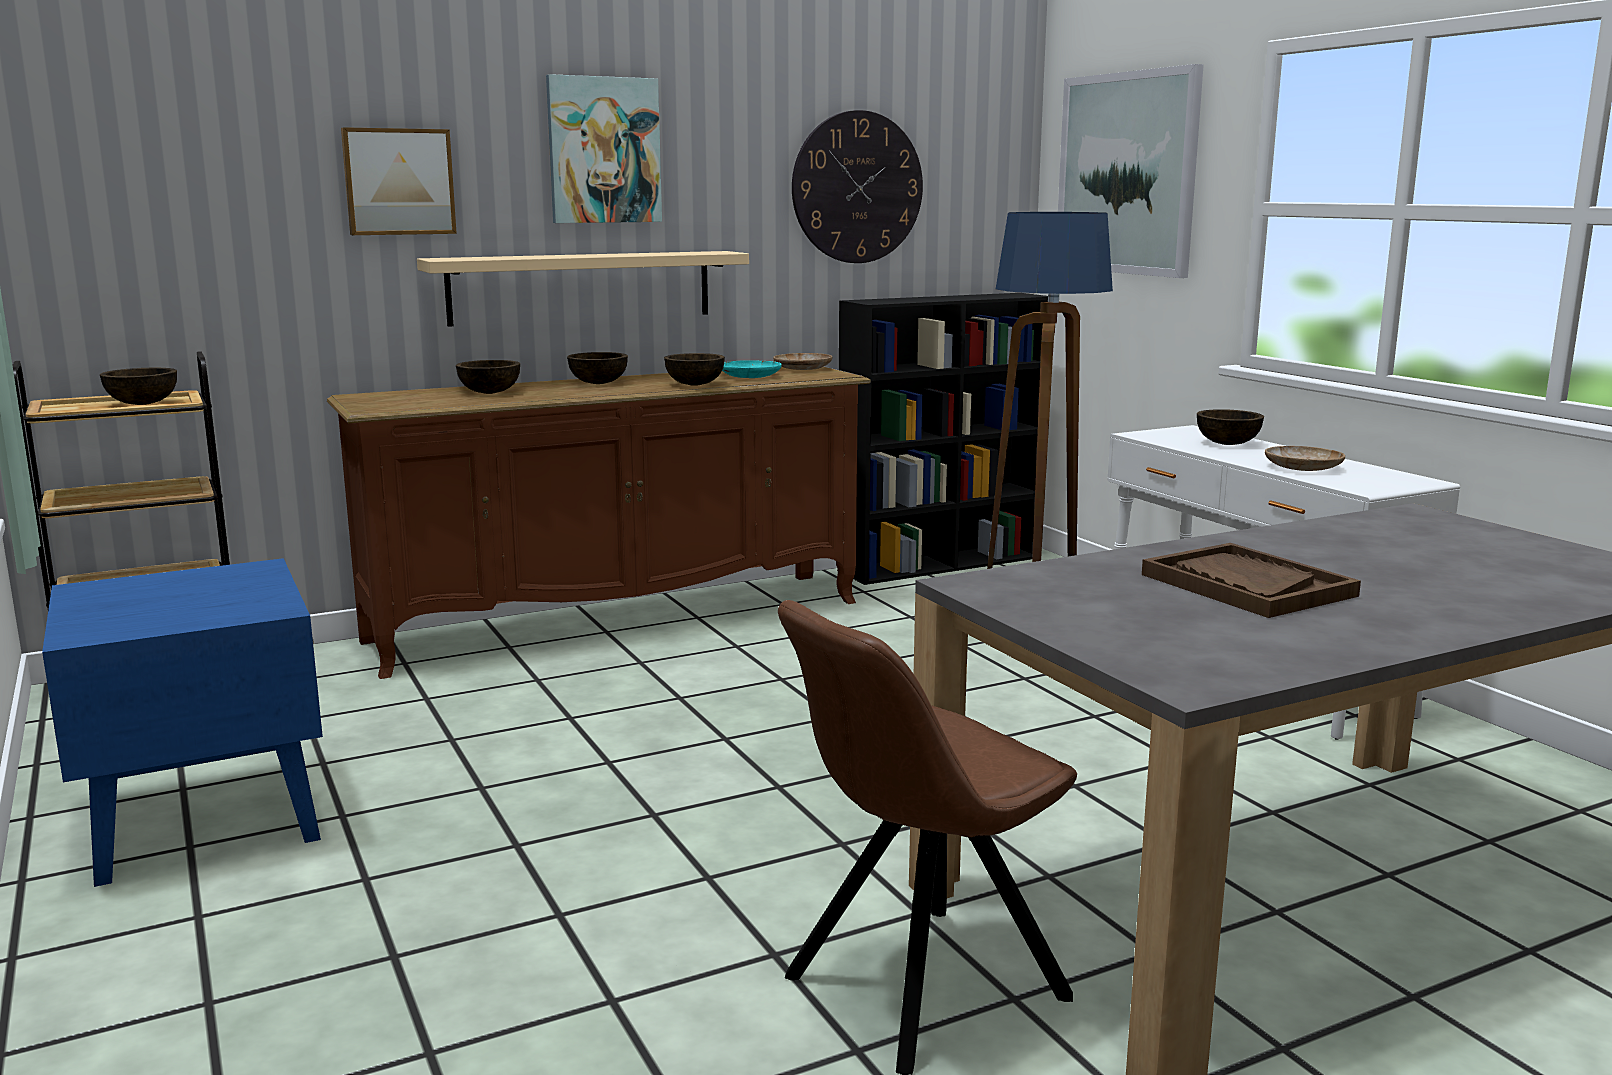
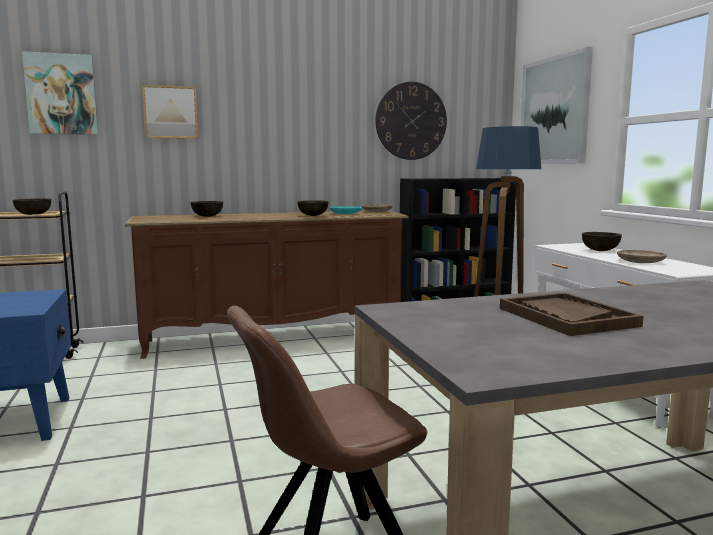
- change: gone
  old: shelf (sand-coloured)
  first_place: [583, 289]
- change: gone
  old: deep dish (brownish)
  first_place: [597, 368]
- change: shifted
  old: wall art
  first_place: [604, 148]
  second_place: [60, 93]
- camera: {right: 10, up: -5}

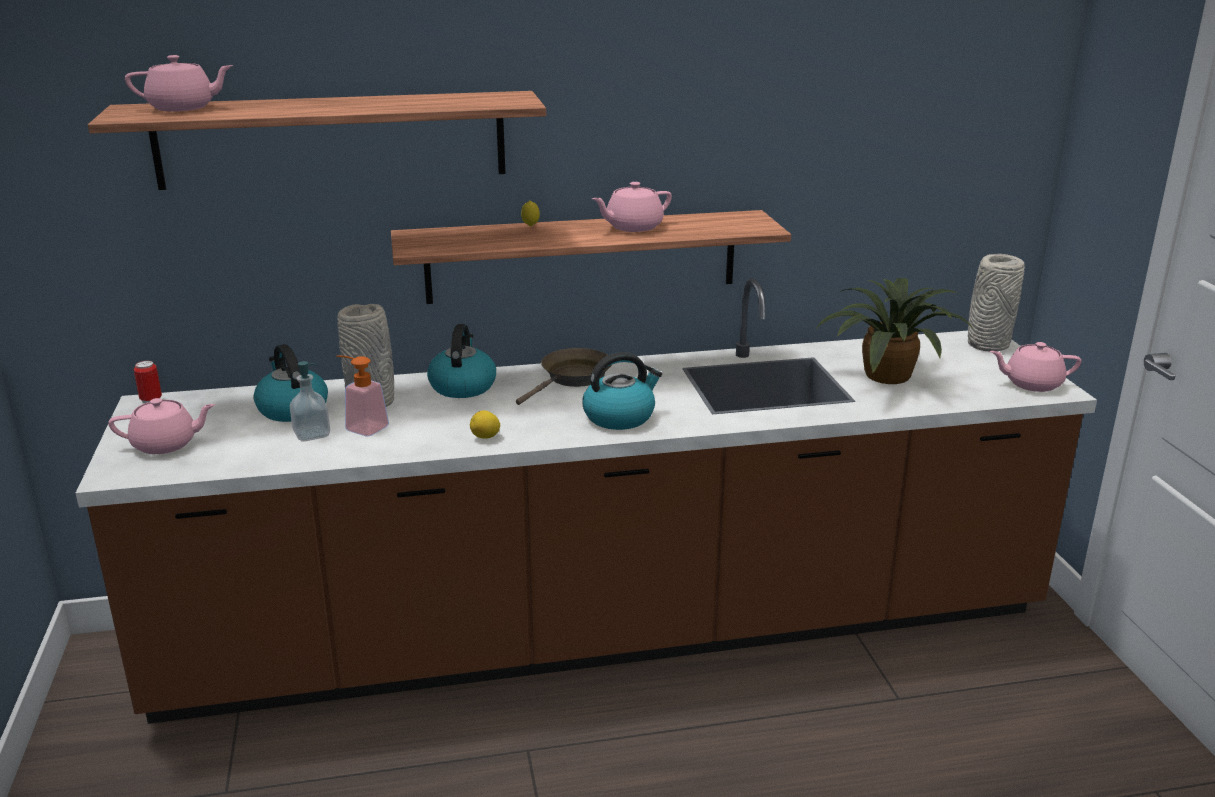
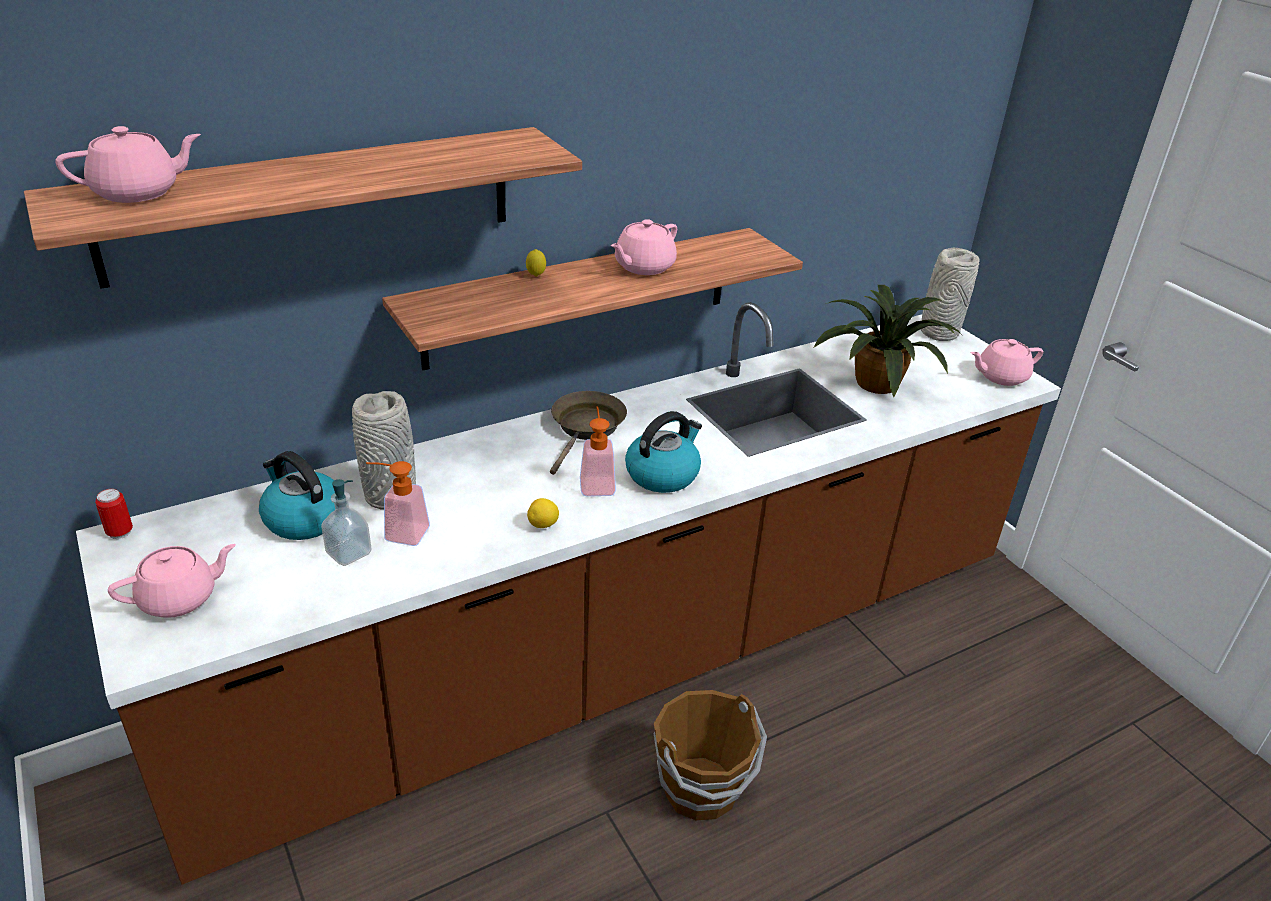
- change: gone
  old: kettle
  first_place: [461, 361]
- change: new
  new: liquid soap bottle
  second_place: [598, 451]
- change: new
  new: water bucket (brownish)
  second_place: [710, 755]
- camera: {right: -20, up: 10}

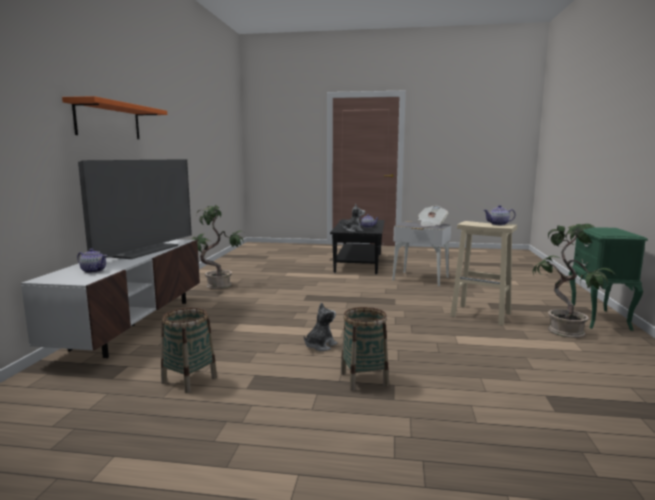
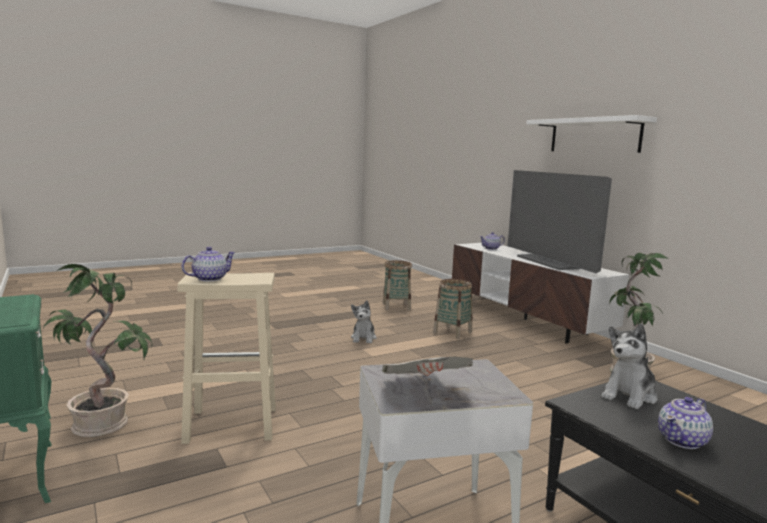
- change: shifted
  old: storage basket
  first_place: [365, 349]
  second_place: [452, 309]
- change: repainted
  old: shelf (orange)
  new: shelf (whitish)
  first_place: [114, 117]
  second_place: [591, 134]
- camera: {right: 140, up: 0}

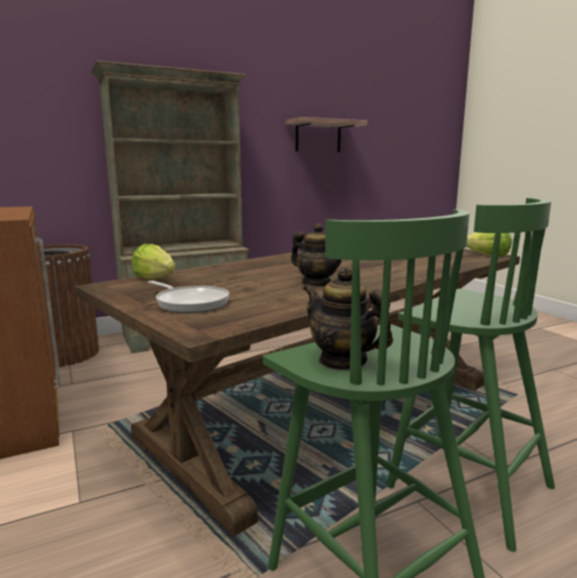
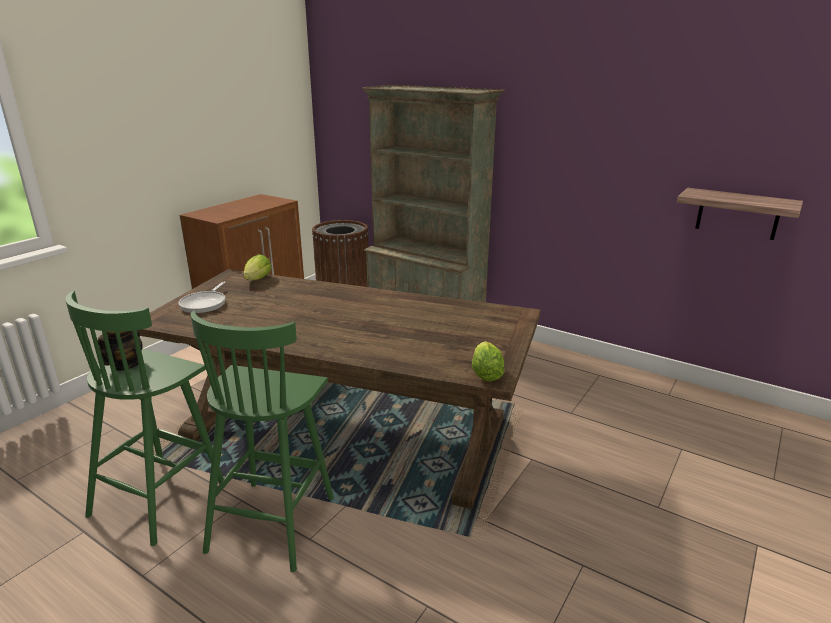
- change: gone
  old: pot for tea
  first_place: [316, 254]
- change: shifted
  old: shelf
  first_place: [326, 134]
  second_place: [740, 214]
- camera: {right: 60, up: 10}

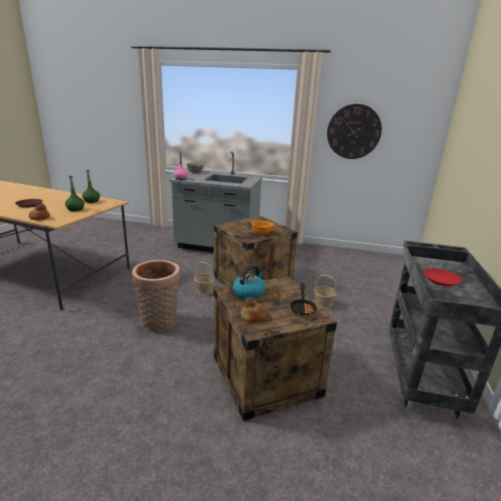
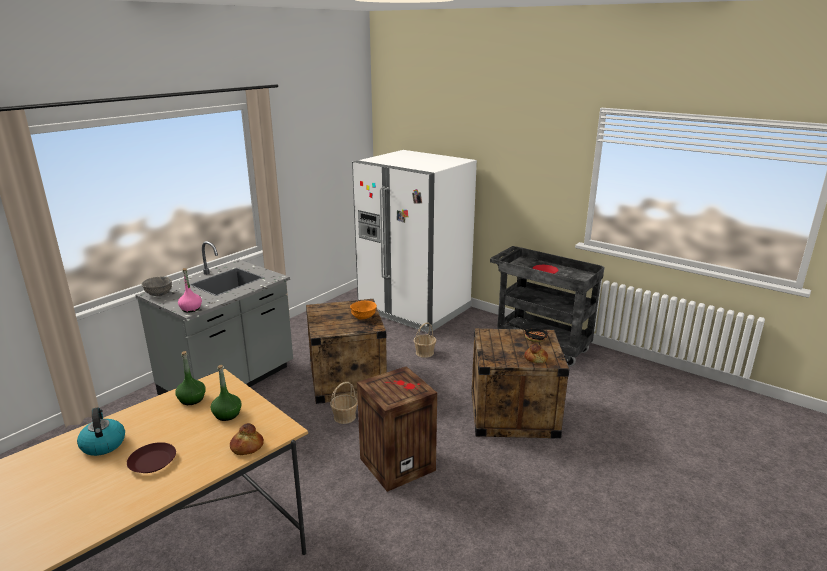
- change: gone
  old: wall clock
  first_place: [354, 131]
- change: new
  new: kitchen fridge (whitish)
  second_place: [414, 241]
- change: shifted
  old: kettle
  first_place: [249, 282]
  second_place: [101, 431]
- change: swapped
  old: storage basket
  new: packing crate
  first_place: [156, 296]
  second_place: [397, 429]
- camera: {right: -65, up: 0}

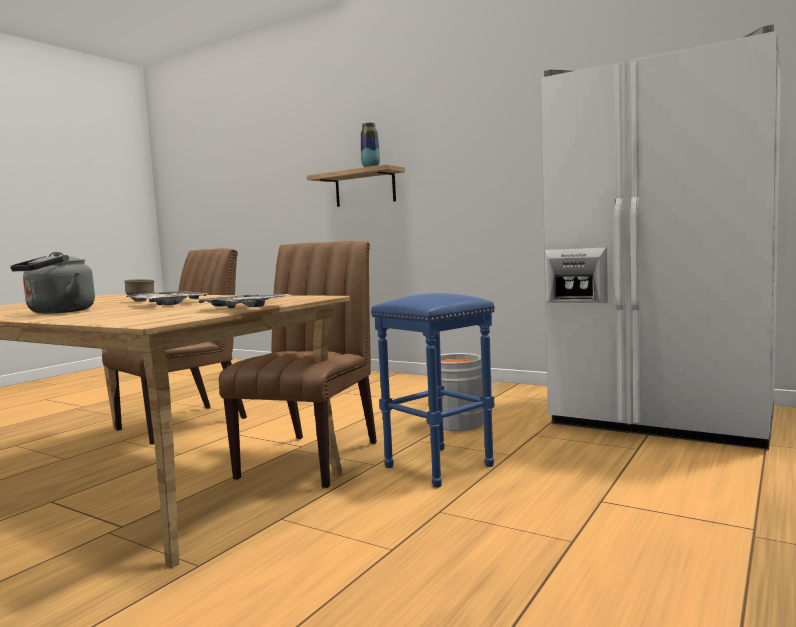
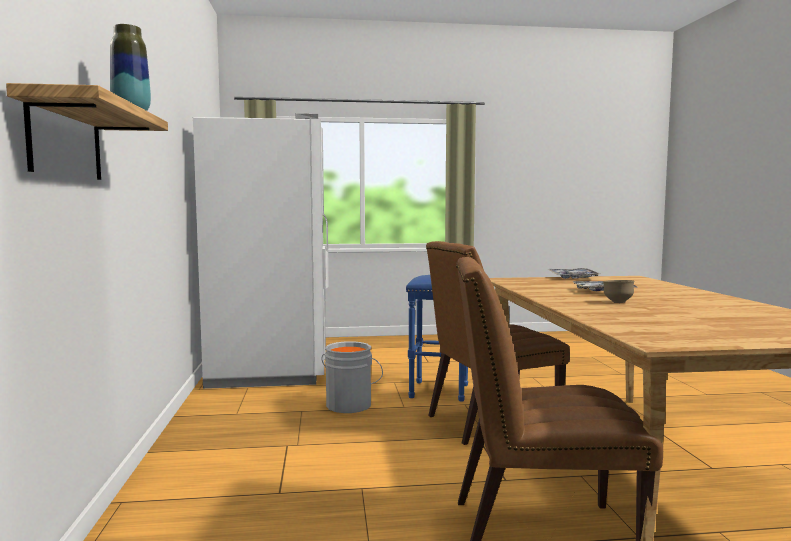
- change: gone
  old: kettle (grey)
  first_place: [52, 283]
- camera: {right: -130, up: 0}

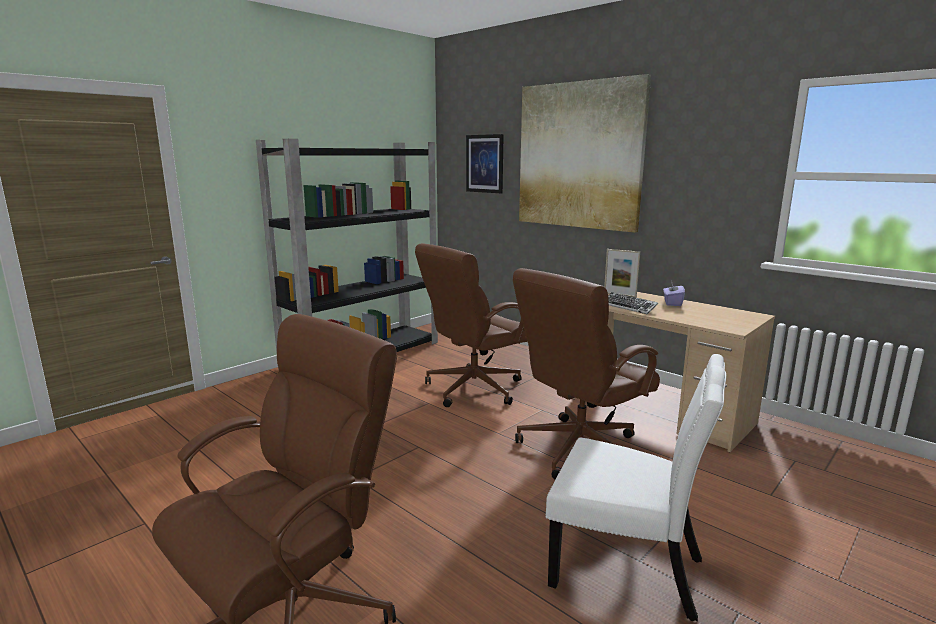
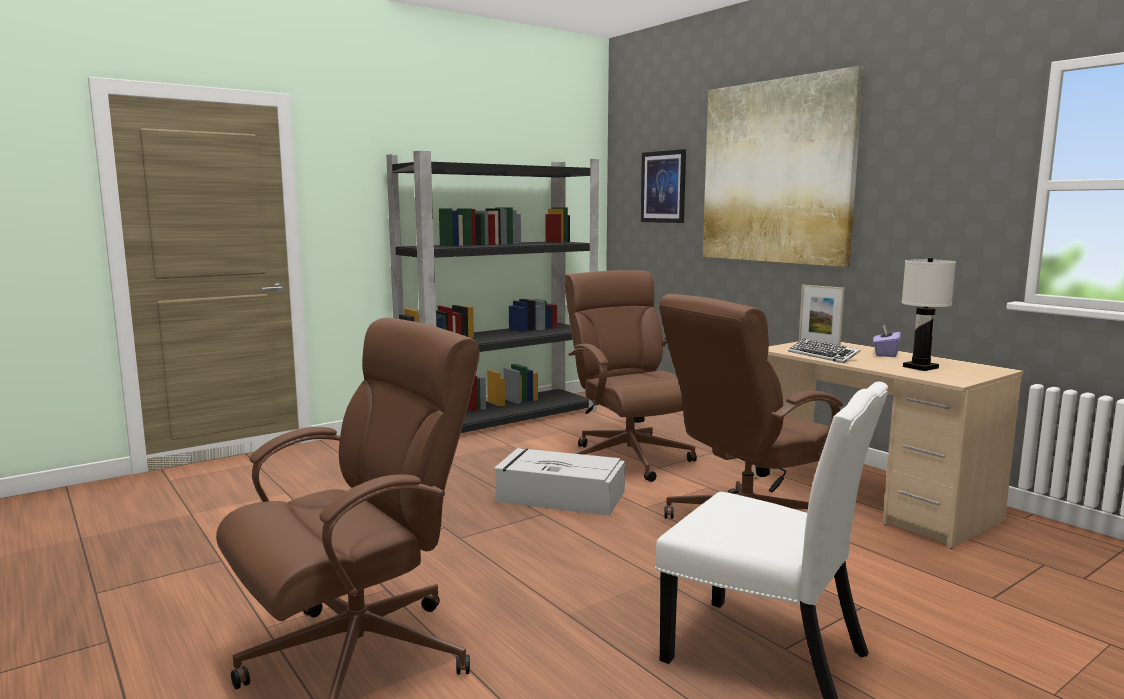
- change: new
  new: storage container (grey)
  second_place: [559, 482]
- change: new
  new: tabletop lamp (whitish)
  second_place: [928, 314]
- change: rotated
  old: computer chair (brownish)
  first_place: [471, 325]
  second_place: [630, 376]
  degrees: 90
- camera: {right: 10, up: -5}

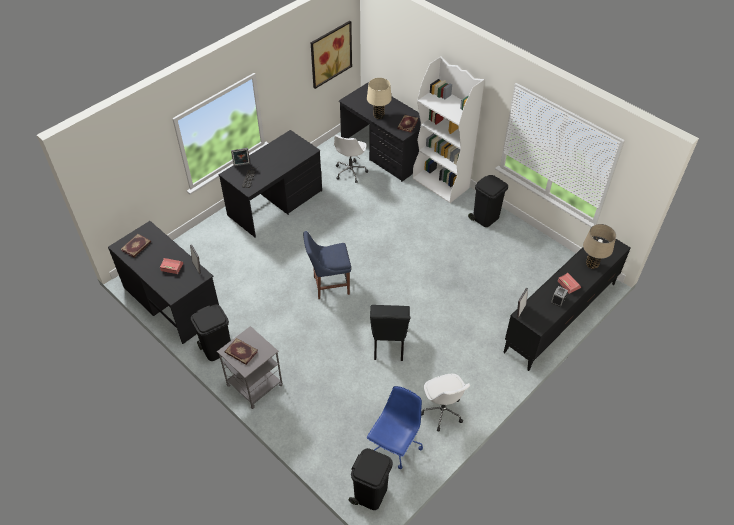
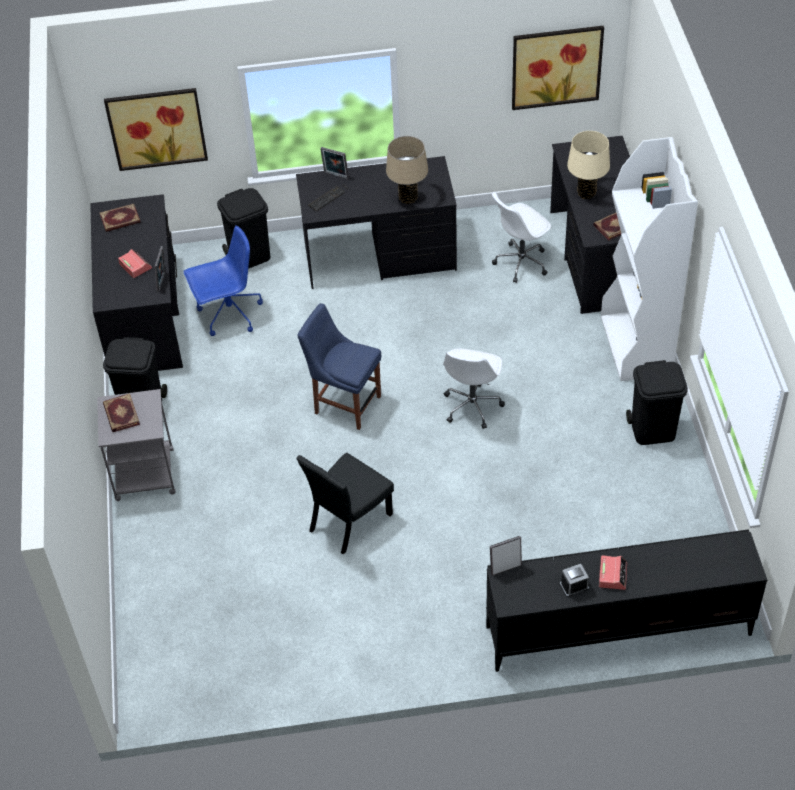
- change: new
  new: wall art
  second_place: [156, 129]
- change: shifted
  old: trash can (blackish)
  first_place: [370, 479]
  second_place: [243, 228]
- change: shifted
  old: computer chair (blue-coloured)
  first_place: [395, 427]
  second_place: [223, 280]
- change: shifted
  old: computer chair (whitish)
  first_place: [445, 403]
  second_place: [474, 388]
- change: shifted
  old: tabletop lamp (sand-coloured)
  first_place: [599, 246]
  second_place: [407, 170]
- camera: {right: 40, up: 0}

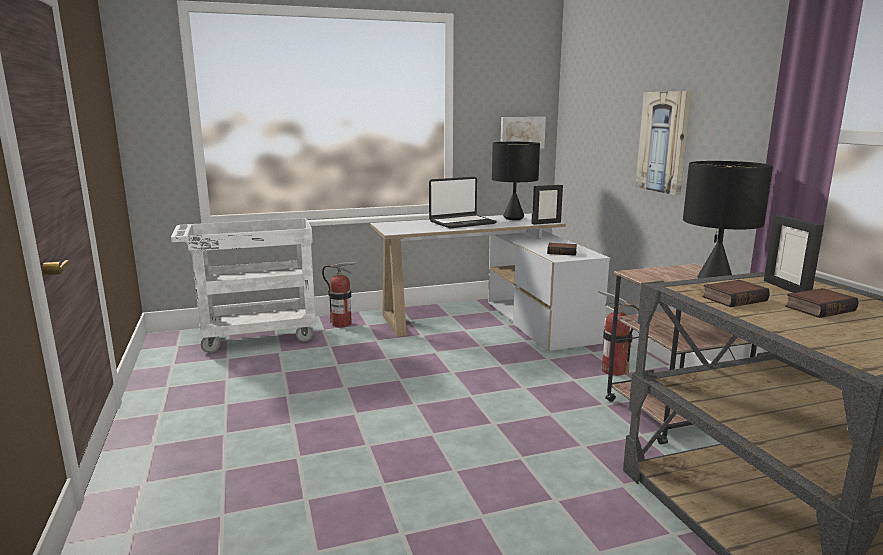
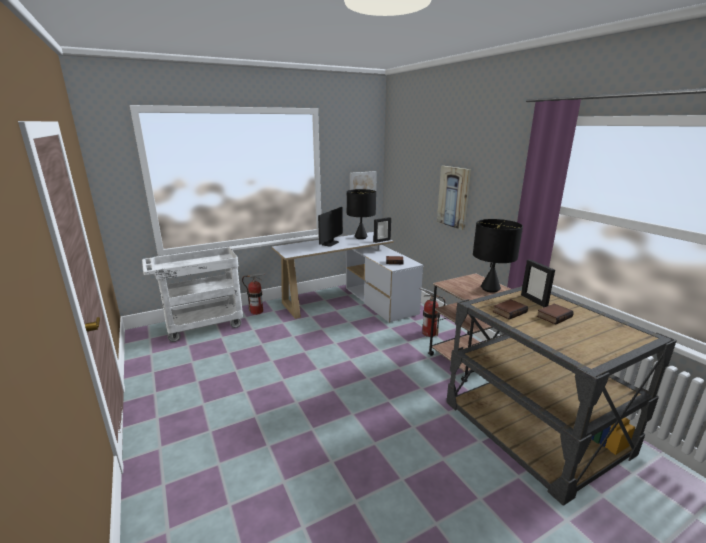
- change: swapped
  old: notebook computer
  new: computer display
  first_place: [463, 202]
  second_place: [330, 227]
- camera: {right: -10, up: 5}

